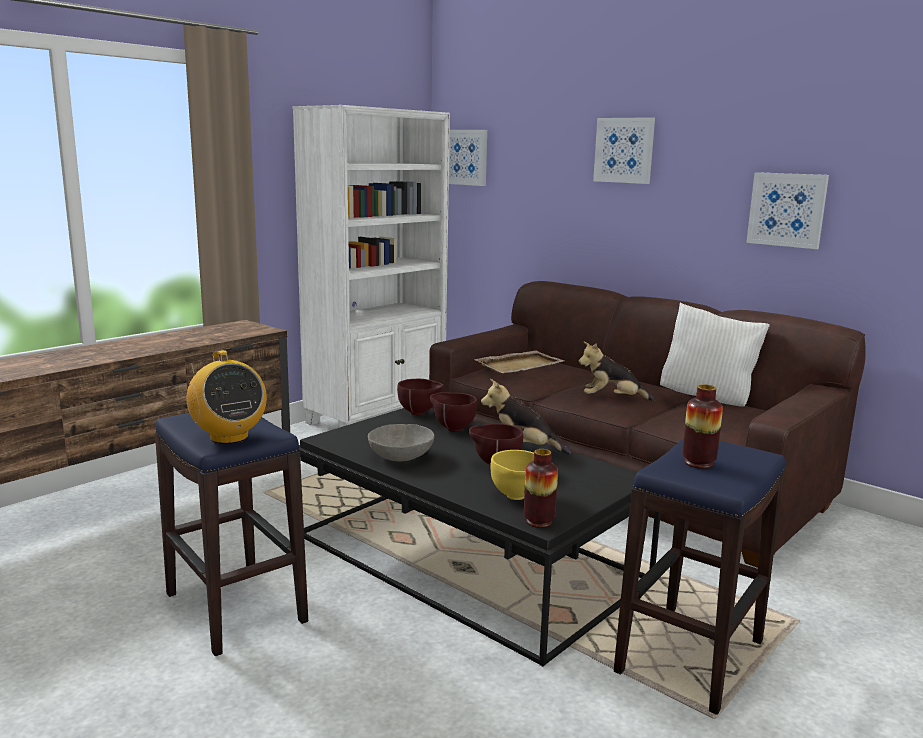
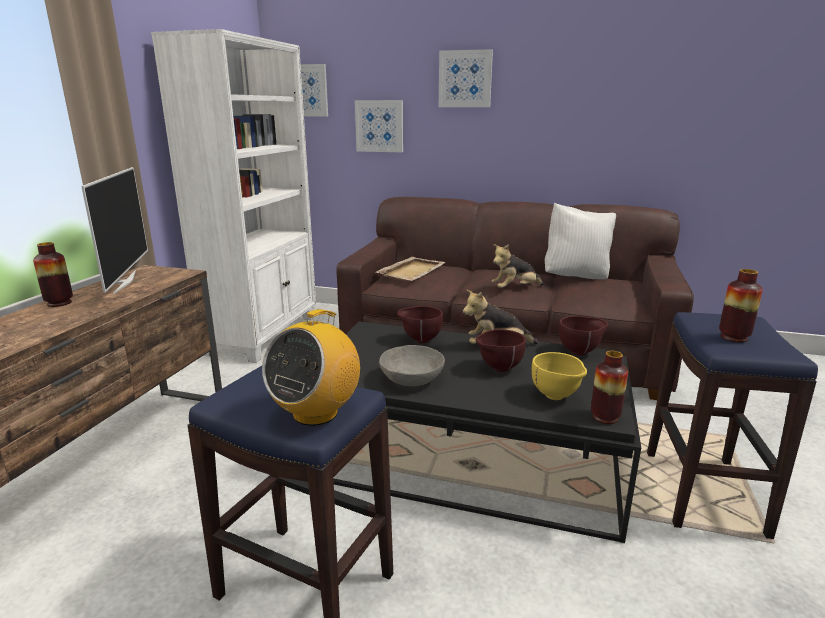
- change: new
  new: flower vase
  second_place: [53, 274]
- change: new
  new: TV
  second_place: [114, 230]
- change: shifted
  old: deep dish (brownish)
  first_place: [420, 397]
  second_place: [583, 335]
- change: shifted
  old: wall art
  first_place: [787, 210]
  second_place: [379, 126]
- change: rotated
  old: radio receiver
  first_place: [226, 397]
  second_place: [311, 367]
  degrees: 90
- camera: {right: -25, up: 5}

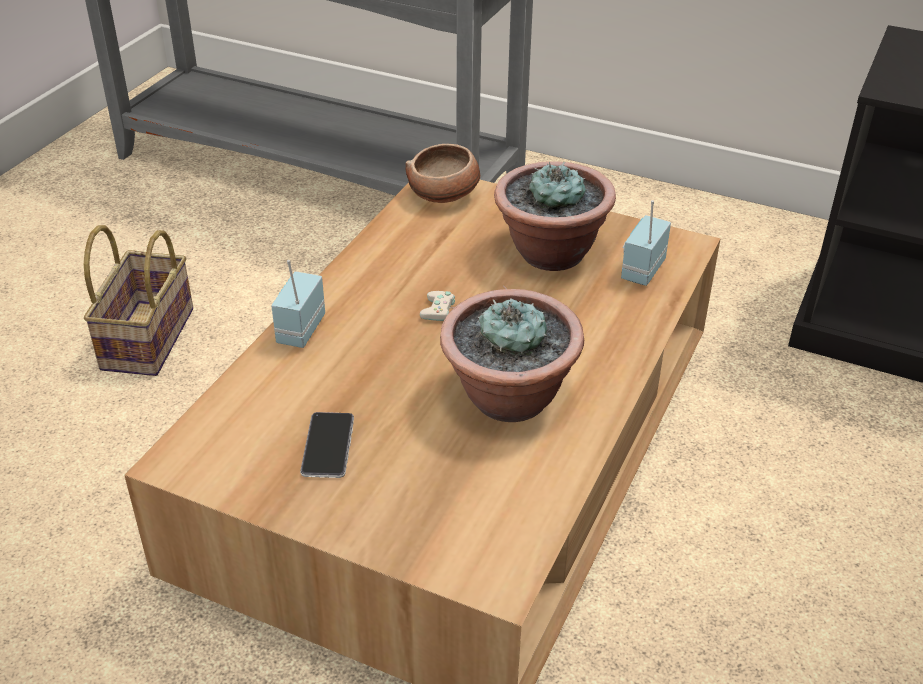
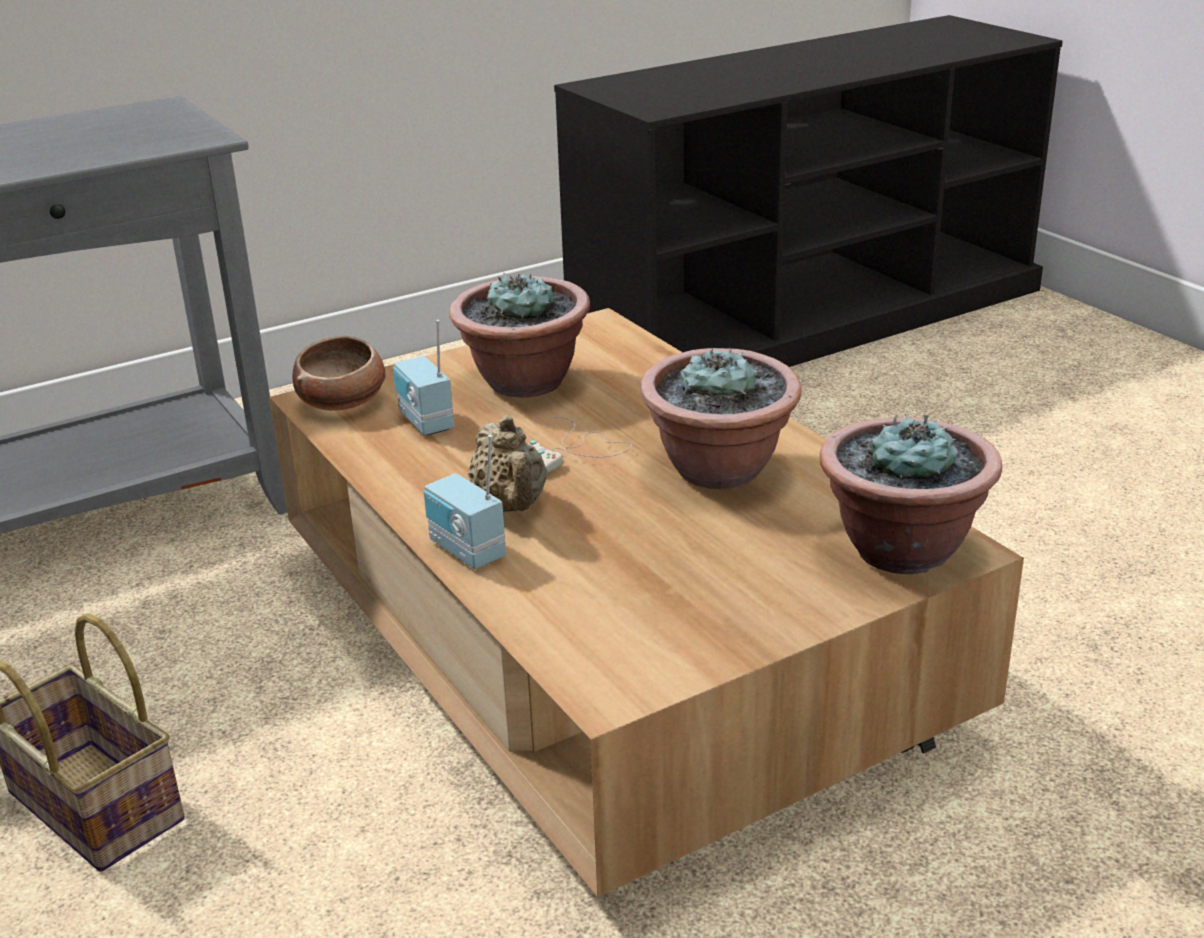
- change: gone
  old: telephone
  first_place: [327, 445]
- change: new
  new: pot for tea (sand-coloured)
  second_place: [507, 463]
- change: new
  new: plant in a pot
  second_place: [911, 494]
- change: shifted
  old: radio receiver
  first_place: [646, 243]
  second_place: [423, 377]
- camera: {right: -55, up: -10}

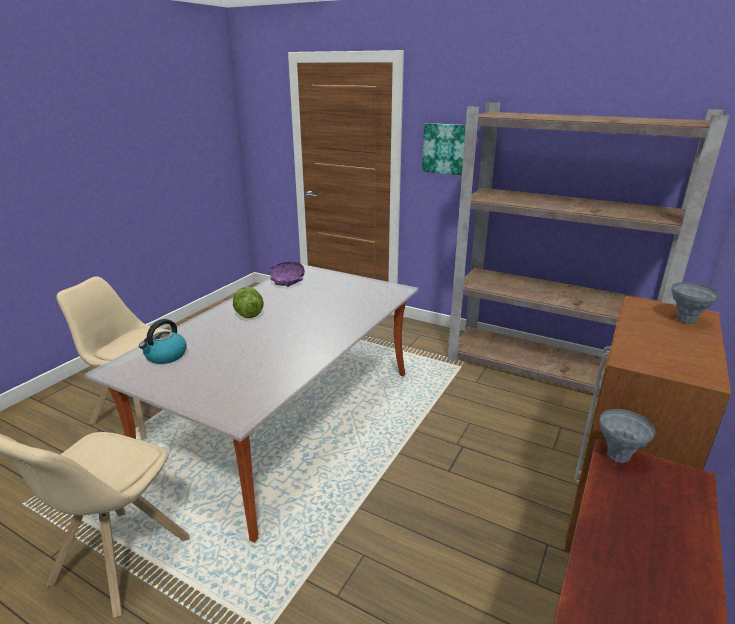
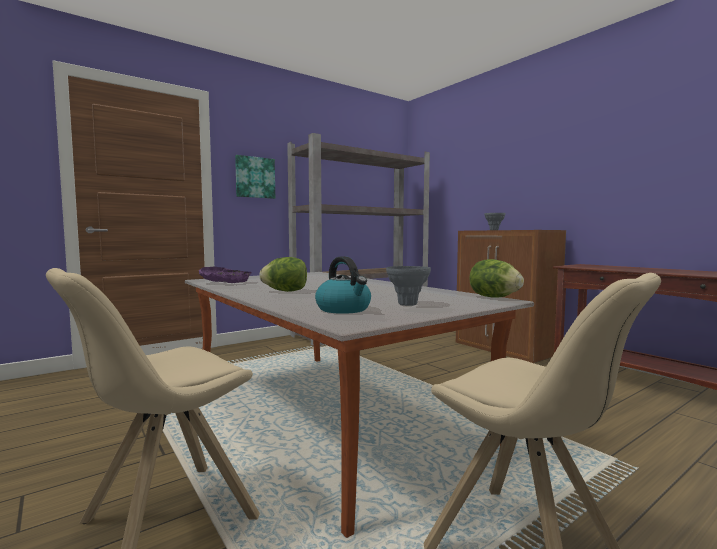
- change: new
  new: head of lettuce
  second_place: [496, 278]
- change: shifted
  old: flower vase (grey)
  first_place: [627, 436]
  second_place: [408, 286]
- camera: {right: -65, up: -20}

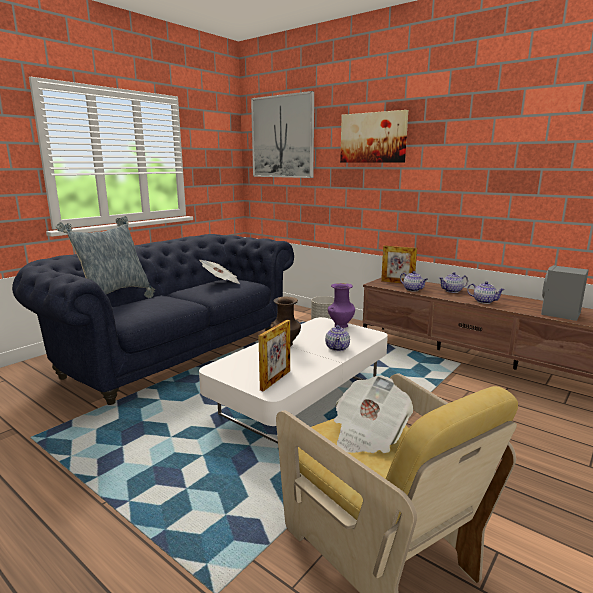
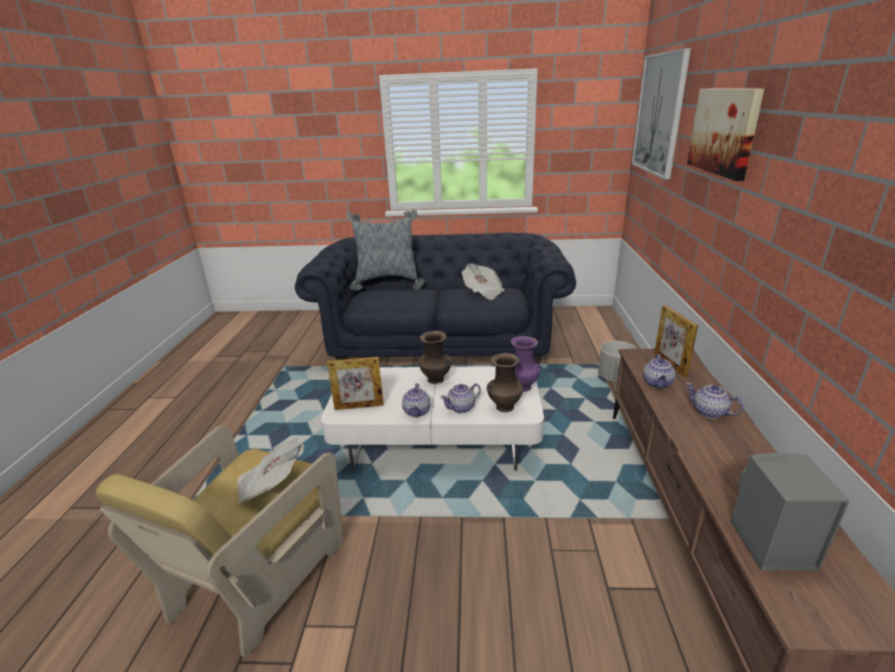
- change: new
  new: flower vase (brownish)
  second_place: [505, 382]
- change: shifted
  old: pot for tea
  first_place: [486, 292]
  second_place: [416, 400]
- camera: {right: 55, up: 10}

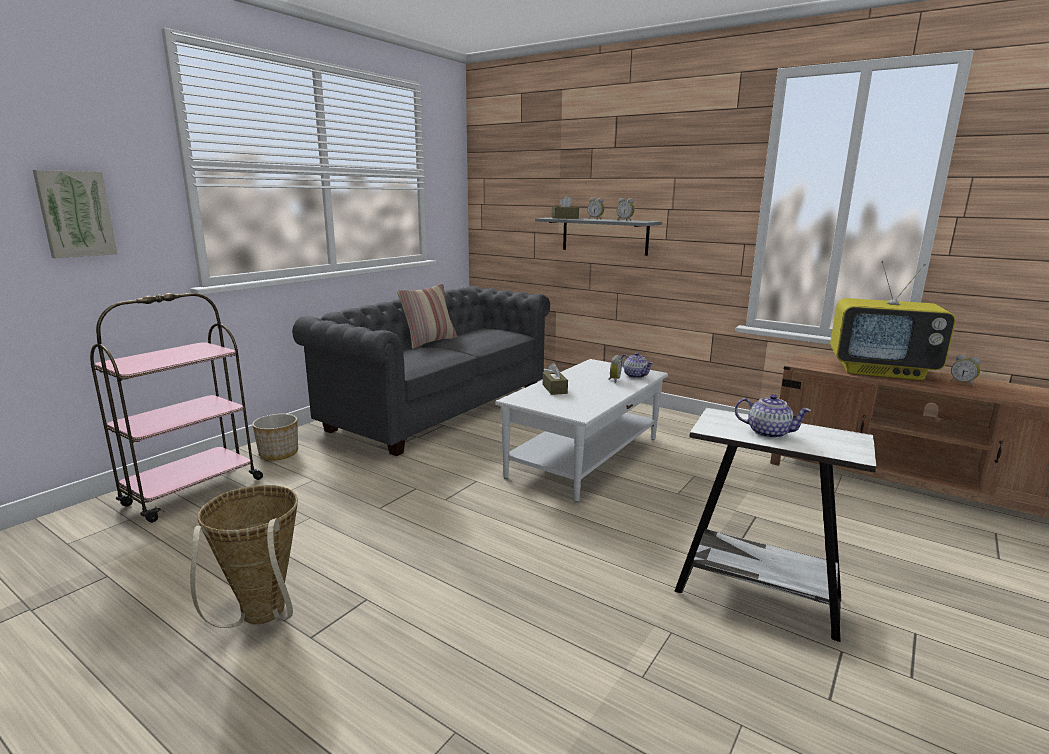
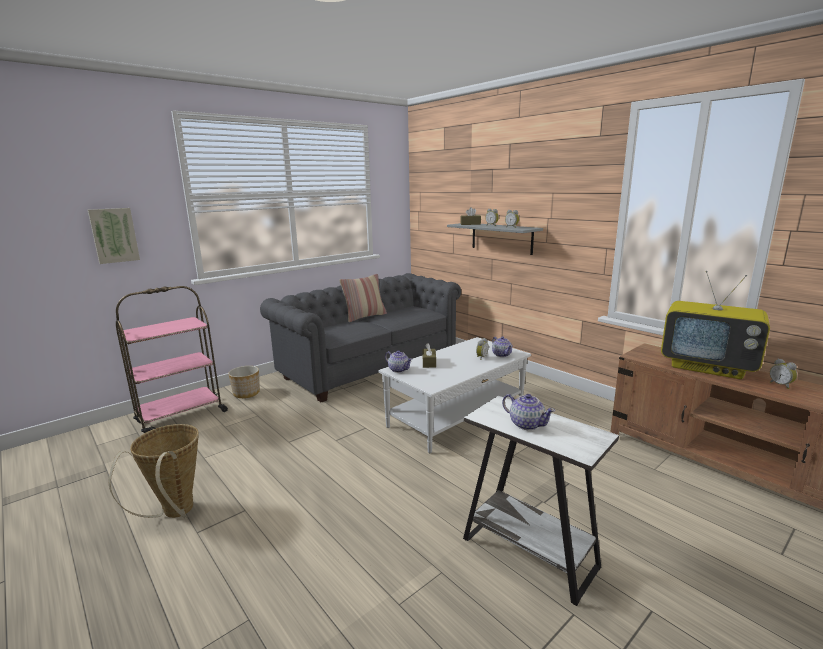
- change: new
  new: pot for tea
  second_place: [398, 361]
- camera: {right: 15, up: 0}

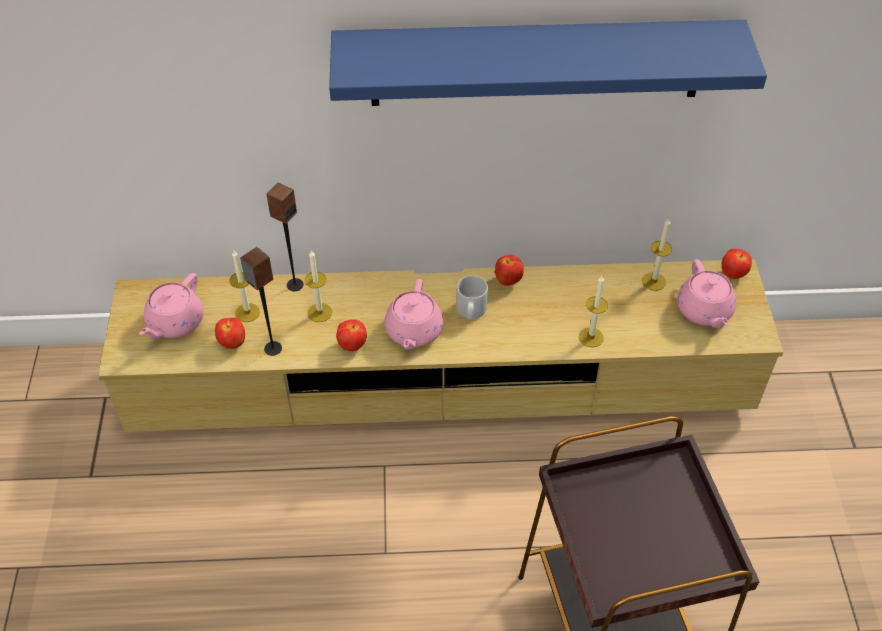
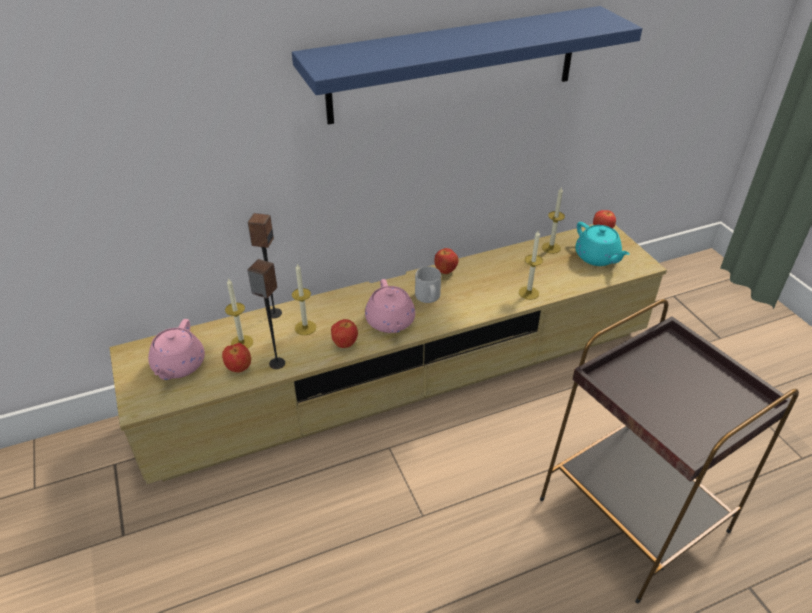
- change: repainted
  old: pot for tea (pinkish)
  new: pot for tea (turquoise-coloured)
  first_place: [706, 293]
  second_place: [602, 244]
- camera: {right: -20, up: -10}

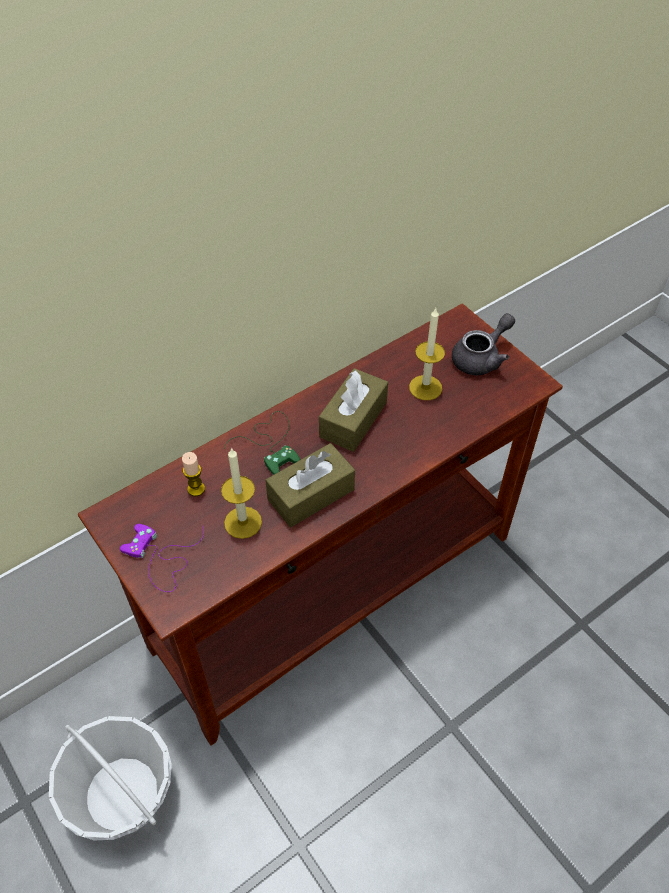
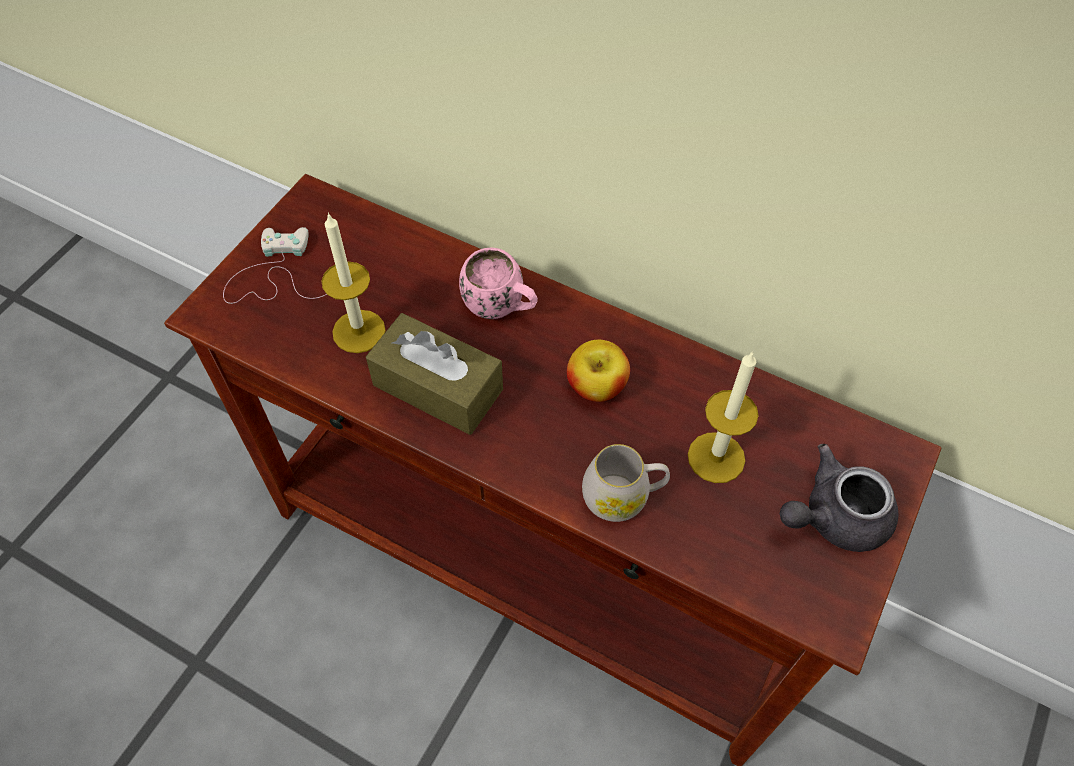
- change: gone
  old: storage basket
  first_place: [110, 778]
- change: gone
  old: candle
  first_place: [193, 474]
- change: new
  new: tea mug (whitish)
  second_place: [626, 483]
- change: swapped
  old: game controller (greenish)
  new: tea mug (pinkish)
  first_place: [262, 443]
  second_place: [498, 283]
- change: swapped
  old: tissue holder (brownish)
  new: apple
  first_place: [353, 410]
  second_place: [598, 371]
- change: repainted
  old: game controller (purple-coloured)
  new: game controller (whitish)
  first_place: [162, 558]
  second_place: [275, 265]
- change: rotated
  old: pot for tea (grey)
  first_place: [483, 344]
  second_place: [839, 498]
  degrees: 135
- camera: {right: 65, up: 5}

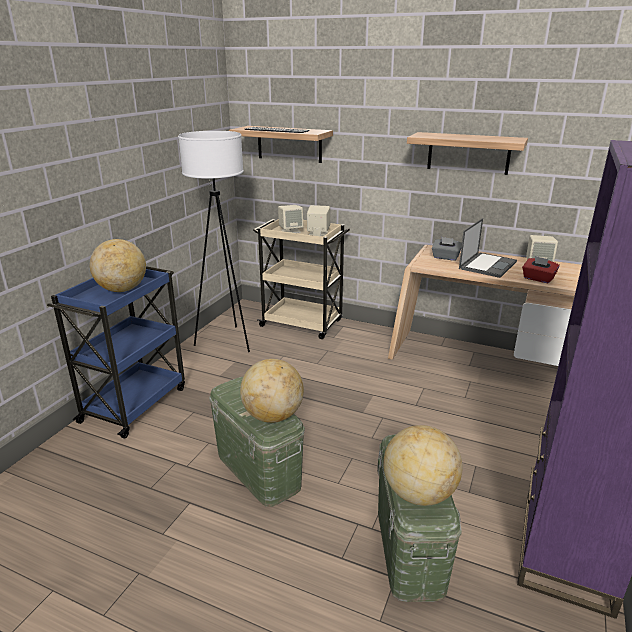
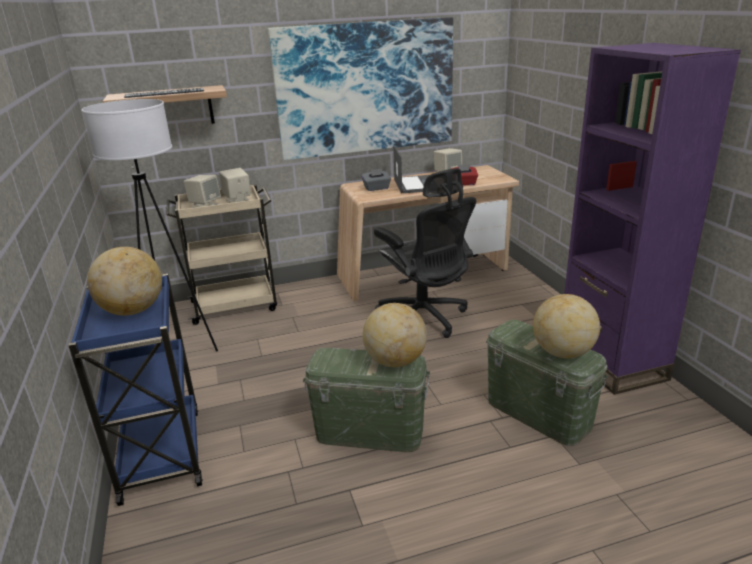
- change: new
  new: computer chair
  second_place: [425, 253]
- change: swapped
  old: shelf
  new: wall art
  first_place: [467, 153]
  second_place: [360, 88]
- camera: {right: -40, up: 0}

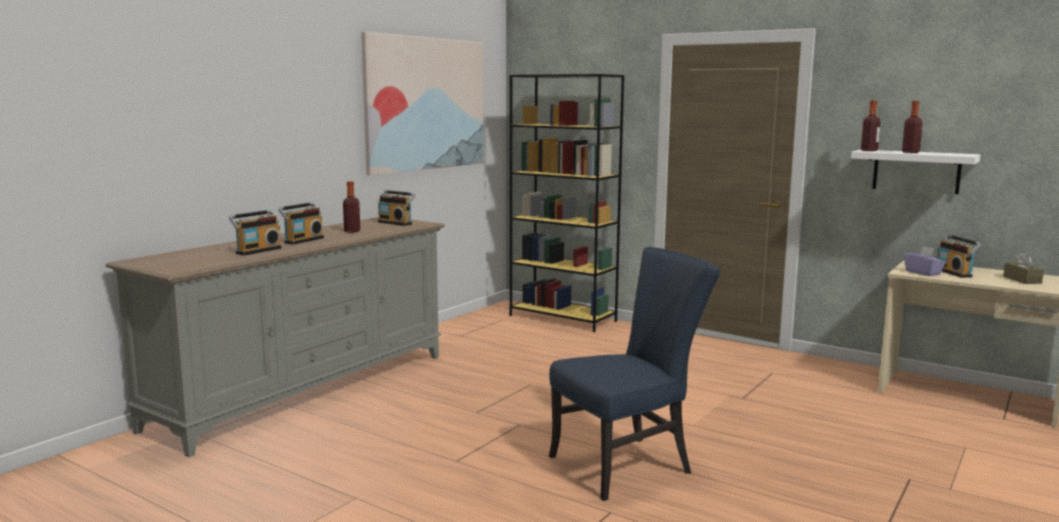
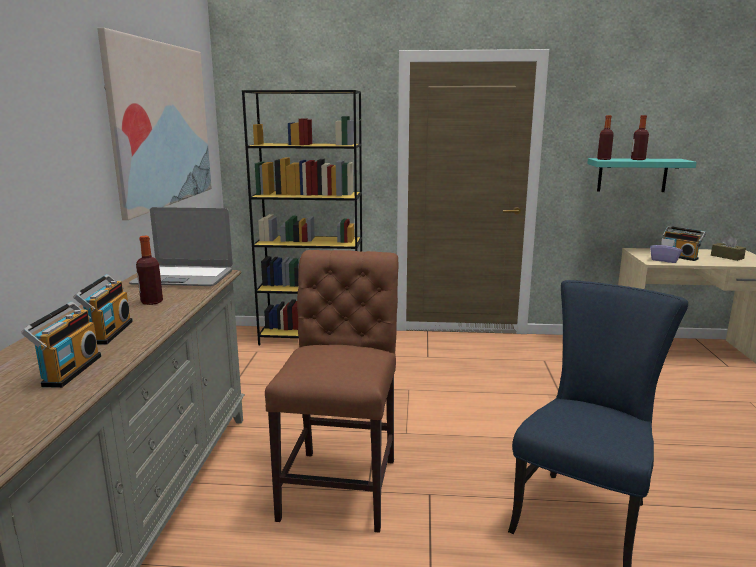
- change: new
  new: upright chair (brownish)
  second_place: [332, 391]
- change: swapped
  old: radio receiver
  new: notebook computer
  first_place: [396, 208]
  second_place: [181, 246]
- change: repainted
  old: shelf (whitish)
  new: shelf (turquoise-coloured)
  first_place: [915, 172]
  second_place: [642, 175]
- camera: {right: -30, up: 5}

